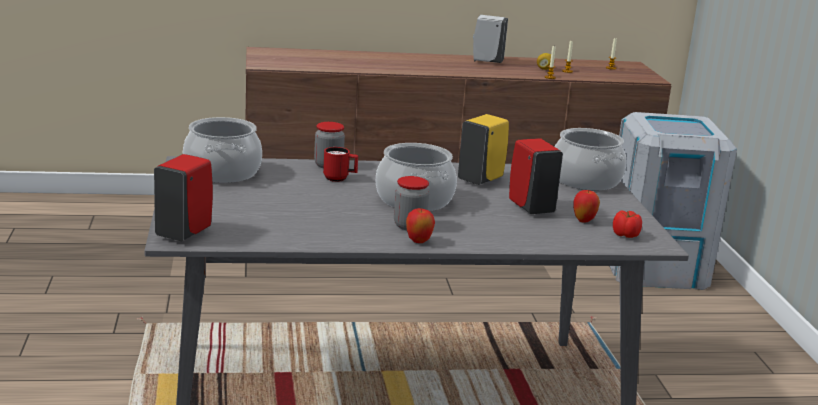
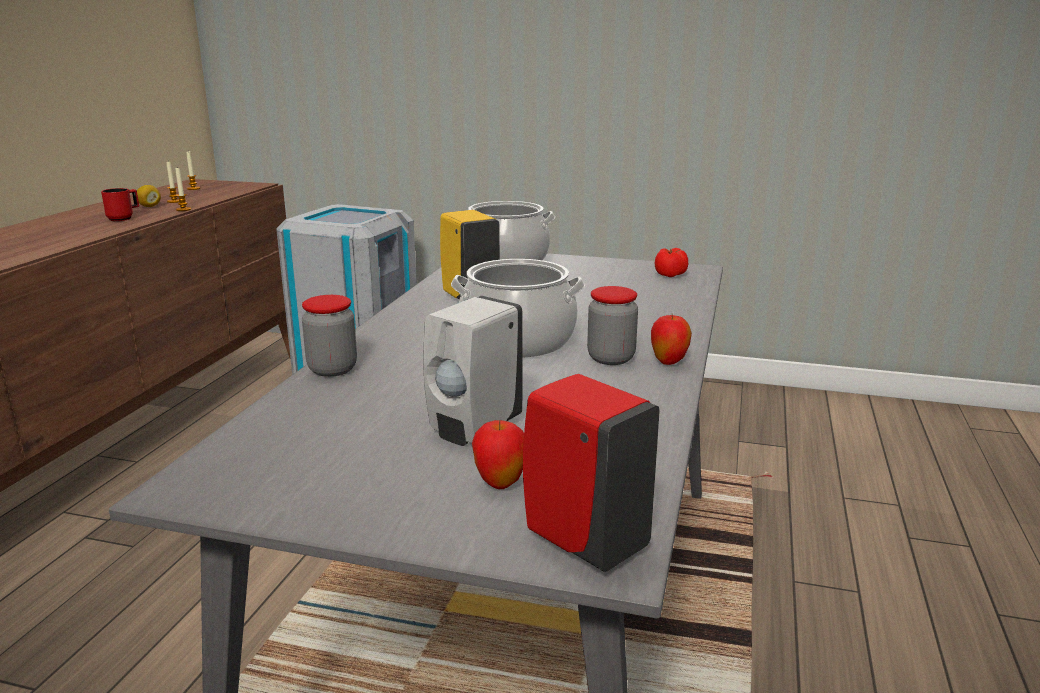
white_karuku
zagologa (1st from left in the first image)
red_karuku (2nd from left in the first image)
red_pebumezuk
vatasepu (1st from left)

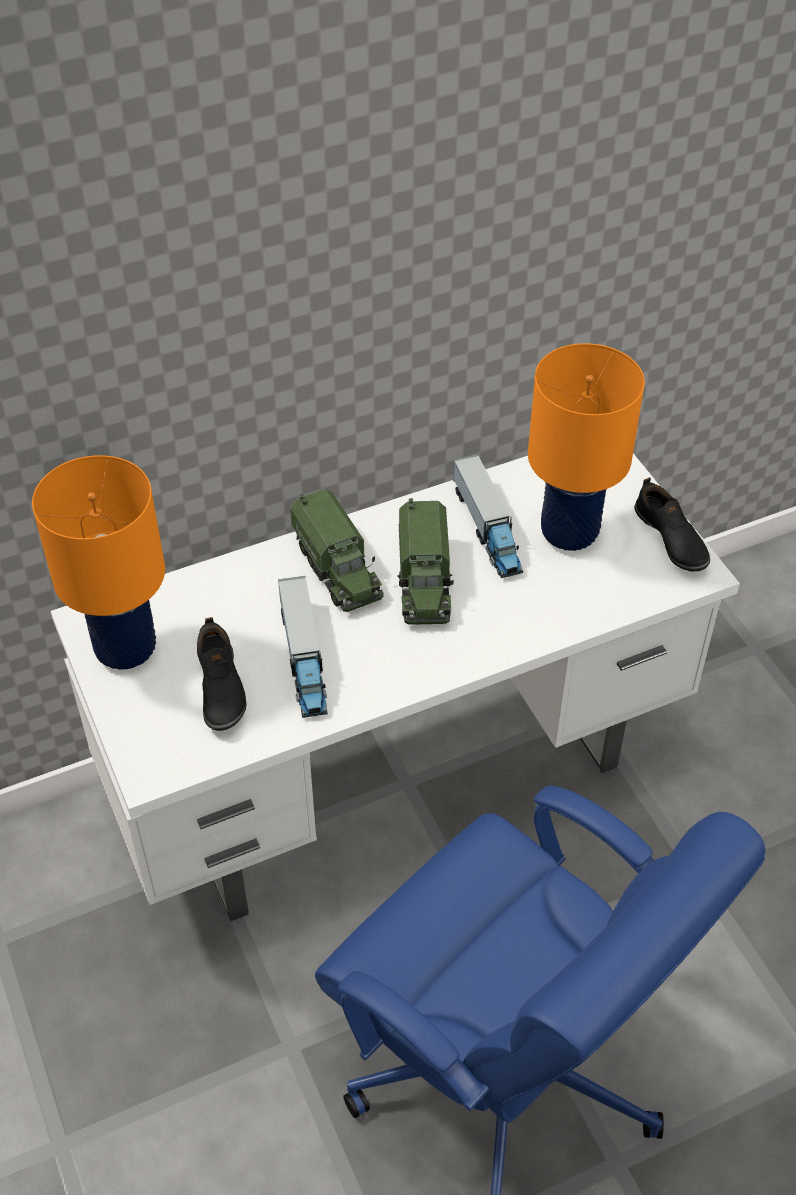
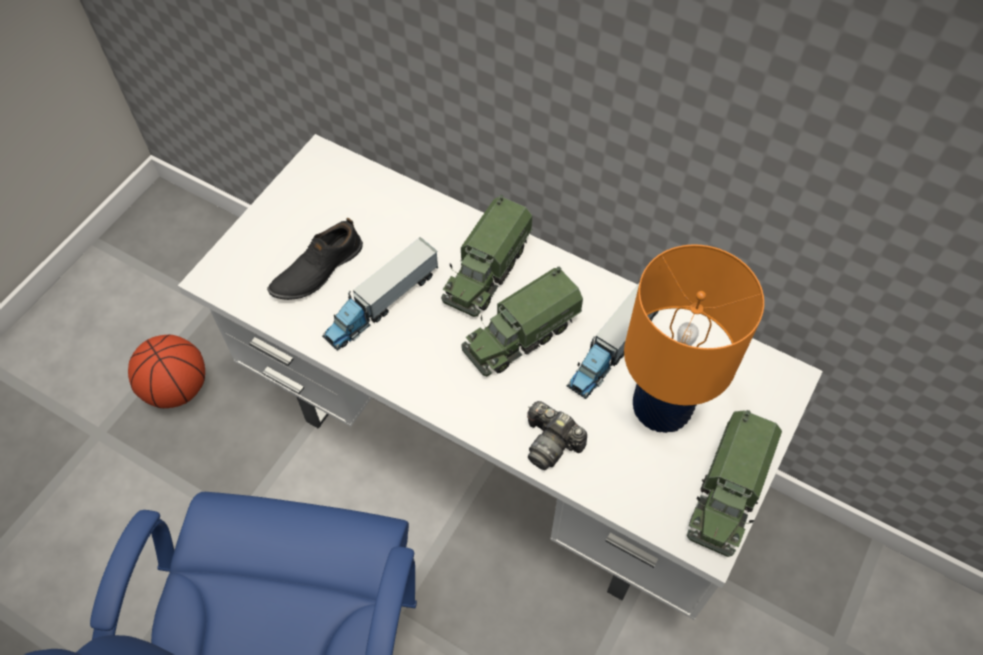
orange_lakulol (1st from left in the first image)
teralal (5th from left)
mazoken
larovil

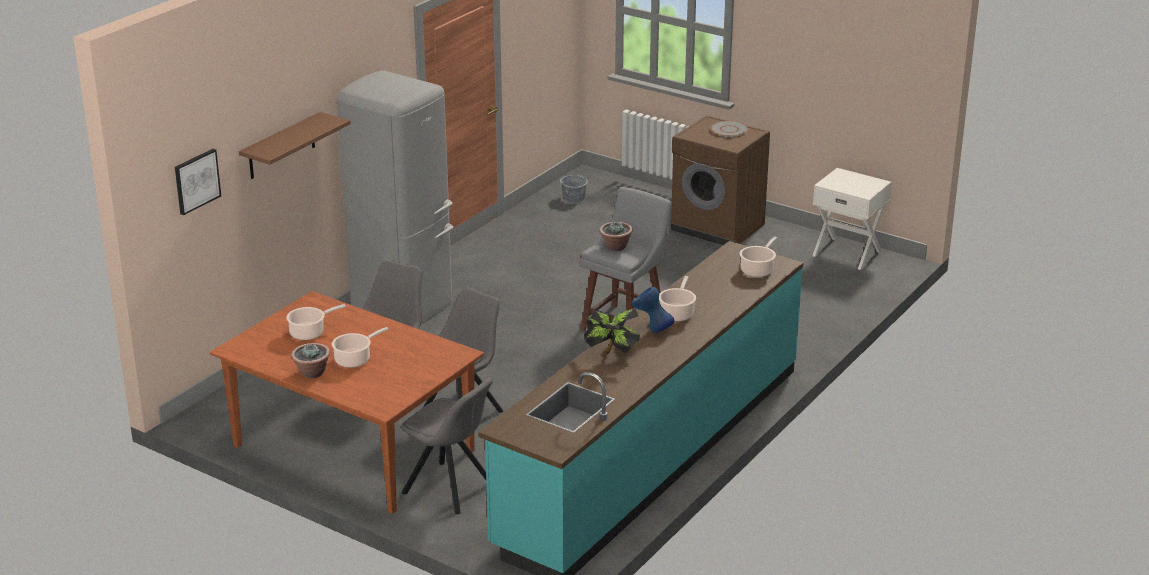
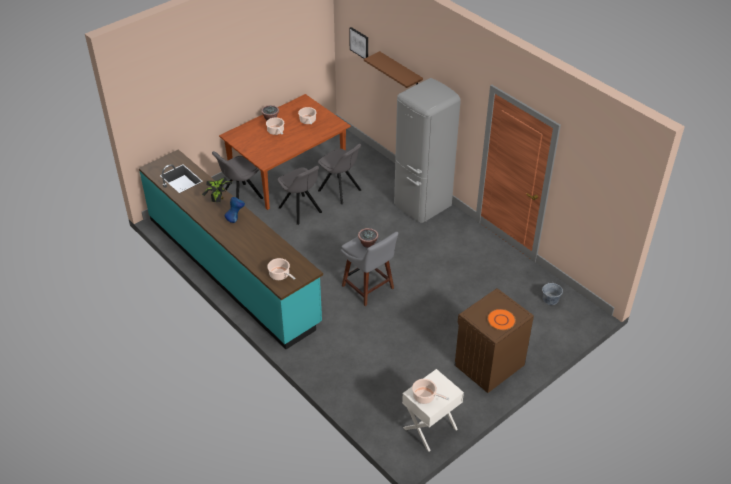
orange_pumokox
zagologa (4th from left)

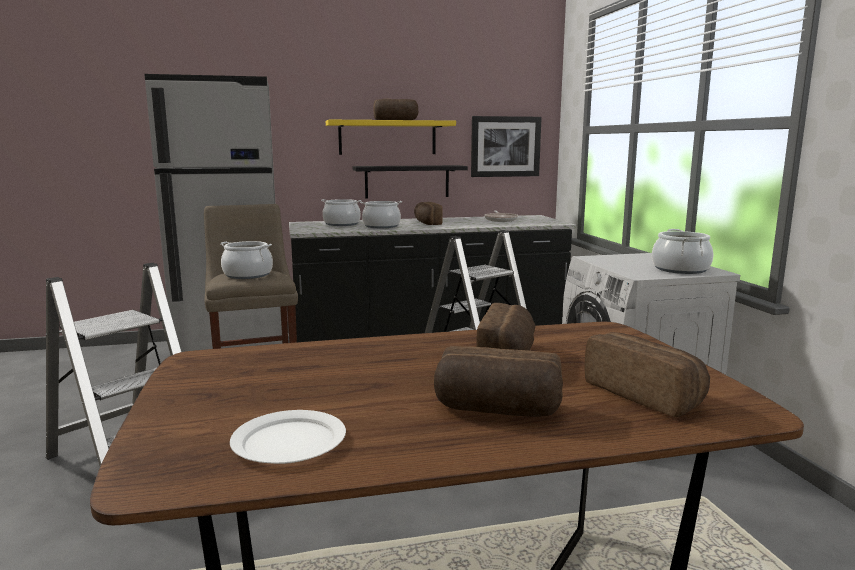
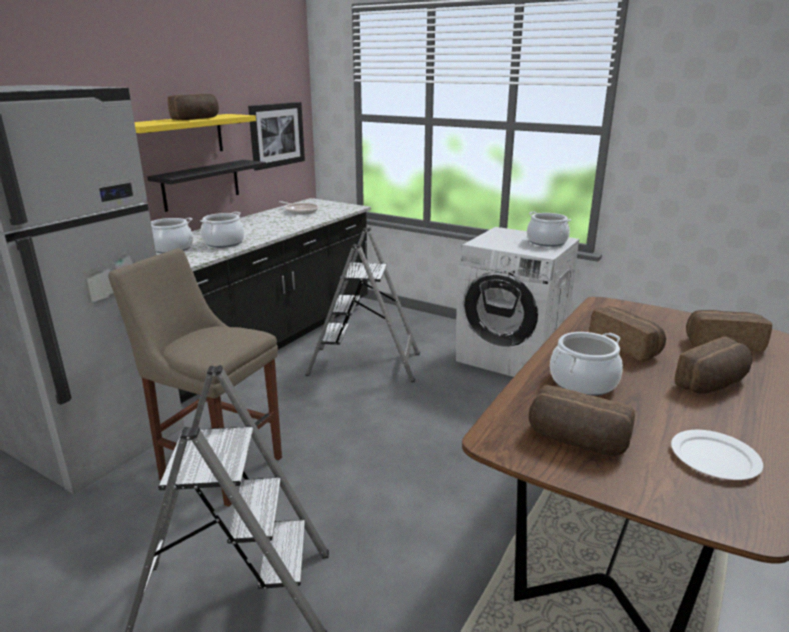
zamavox (2nd from left)
zagologa (4th from left)

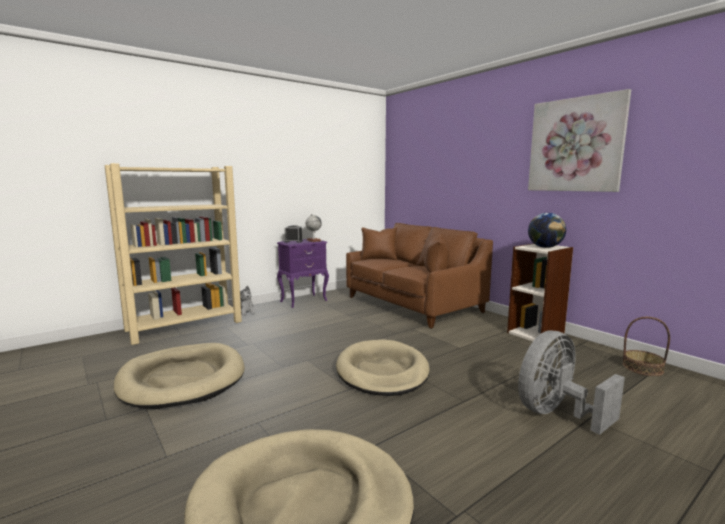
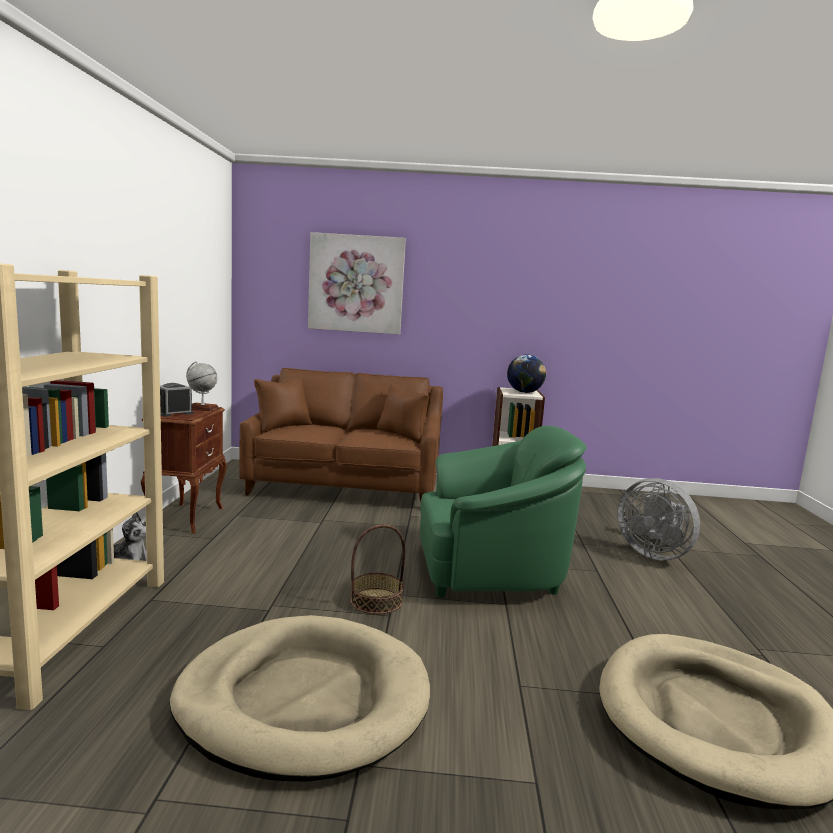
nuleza
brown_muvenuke
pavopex
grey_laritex
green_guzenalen

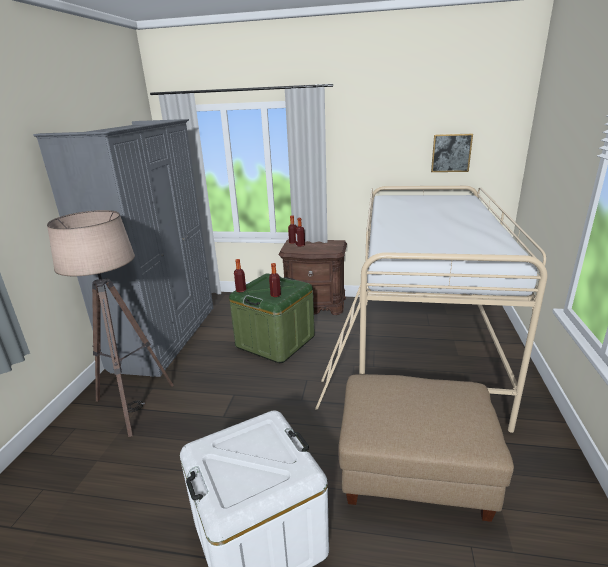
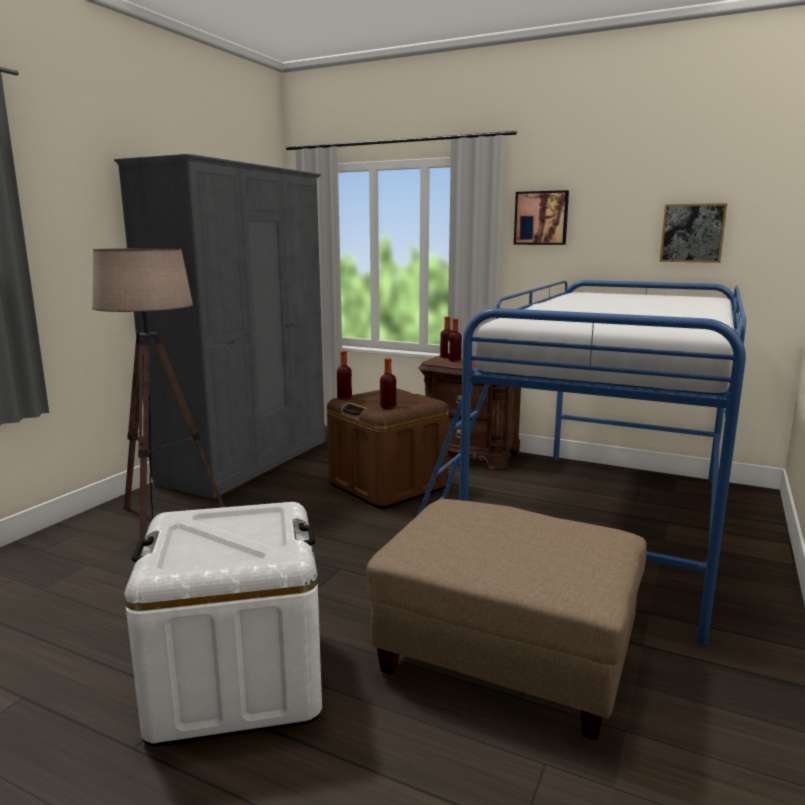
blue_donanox
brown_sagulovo
nuleza (1st from left)

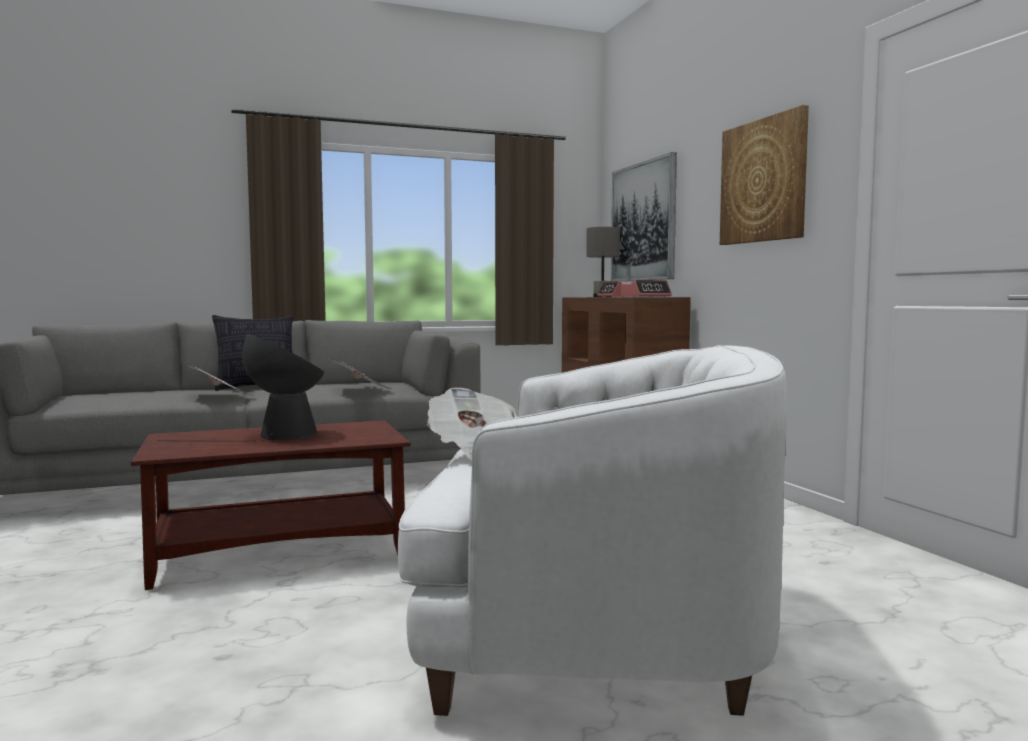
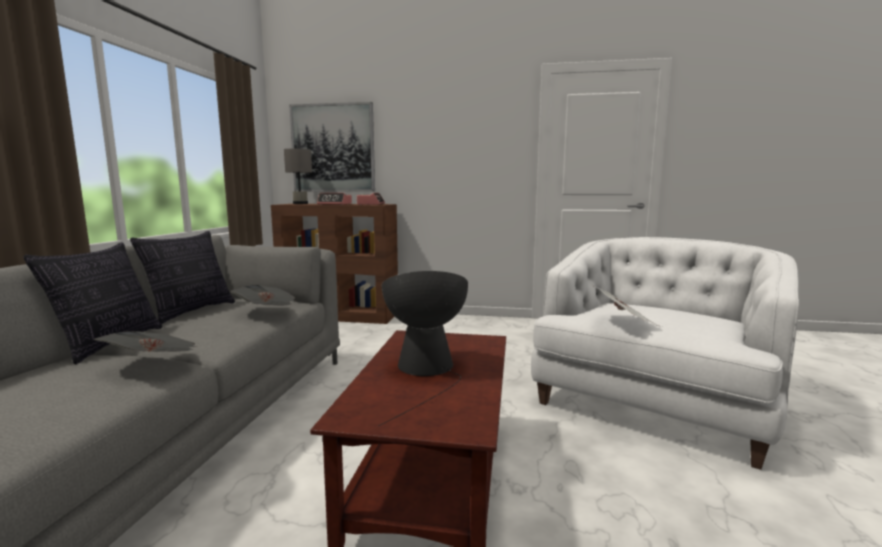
nuleza (2nd from left in the first image)
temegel (2nd from left)

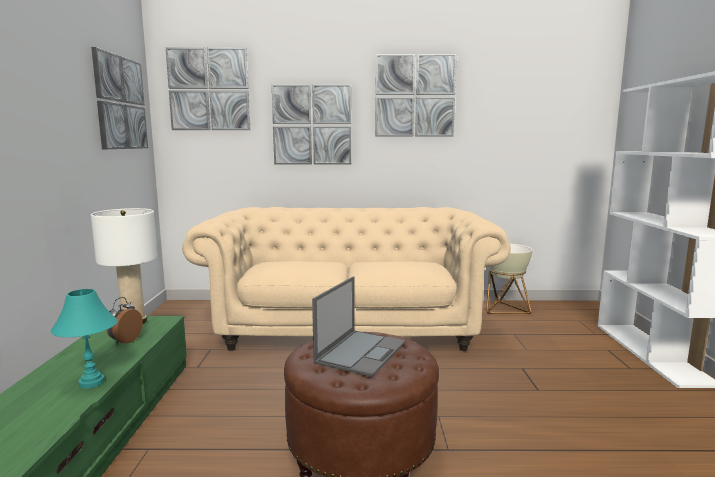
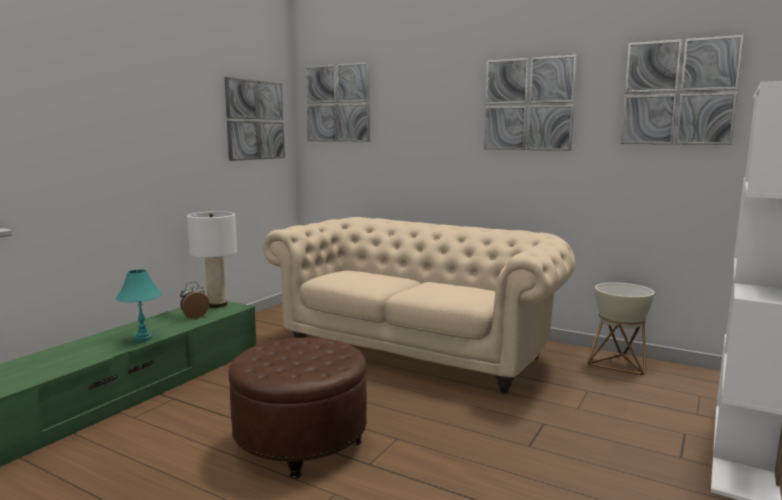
nuleza (4th from left)
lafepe

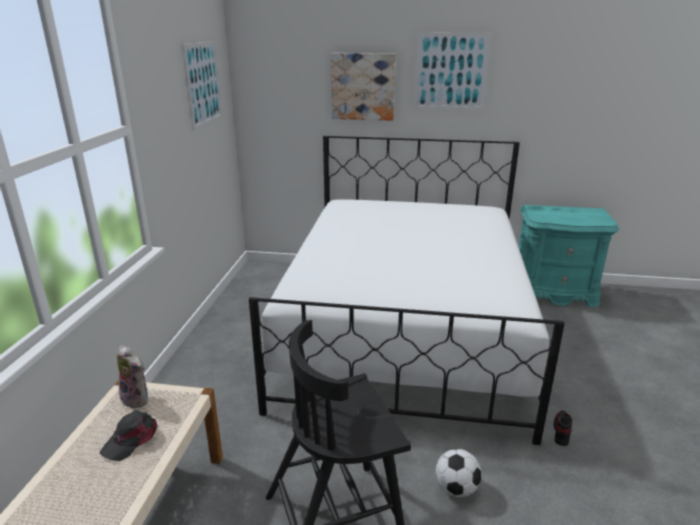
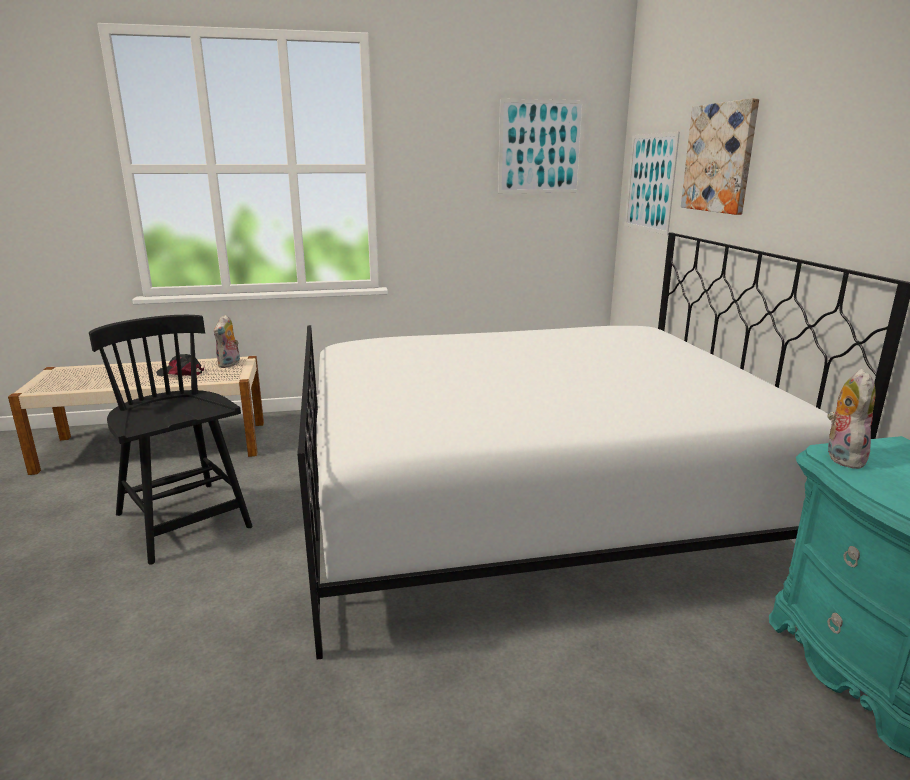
nuleza (2nd from left)
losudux
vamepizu
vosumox (2nd from left)

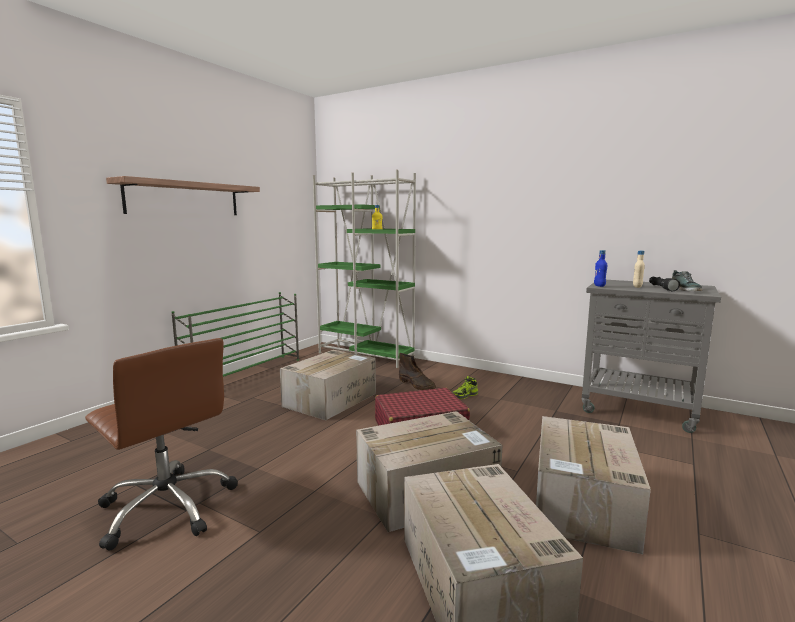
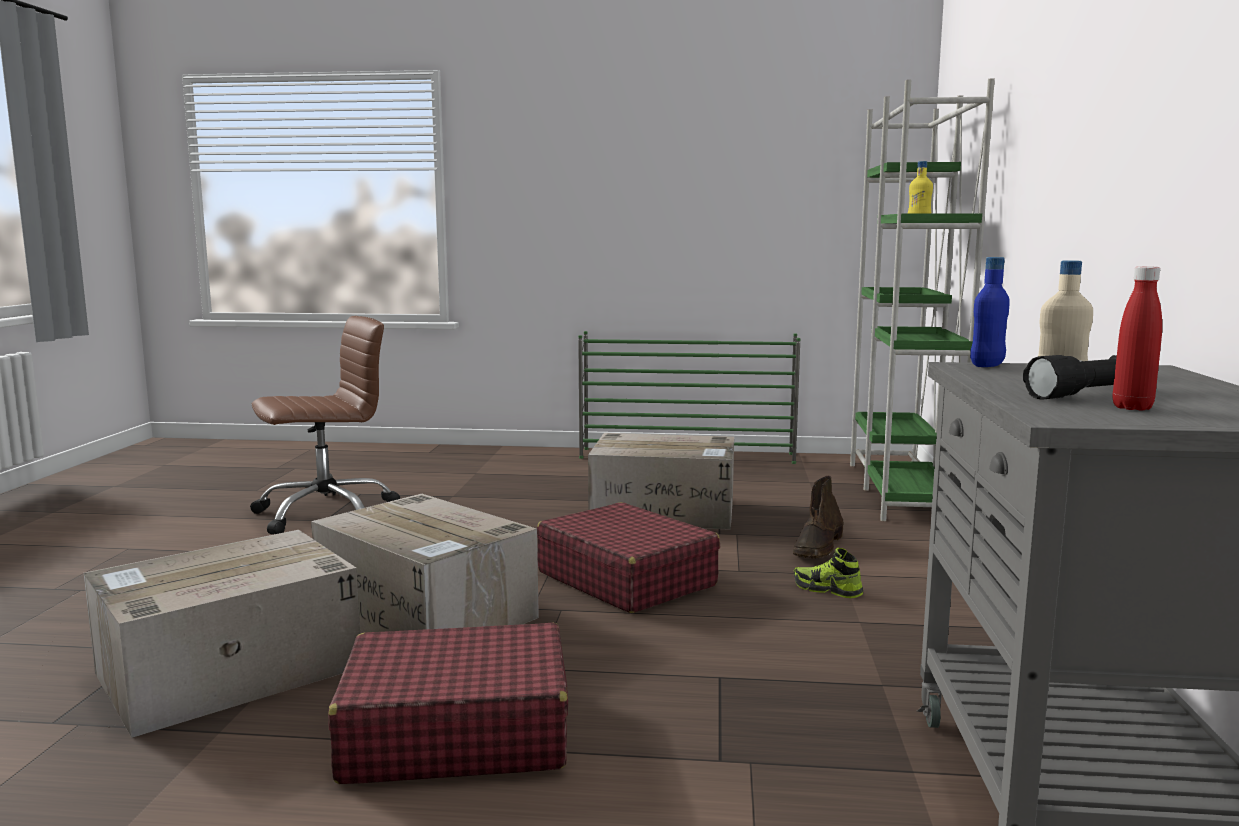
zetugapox
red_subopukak
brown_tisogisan
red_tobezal (1st from left)

